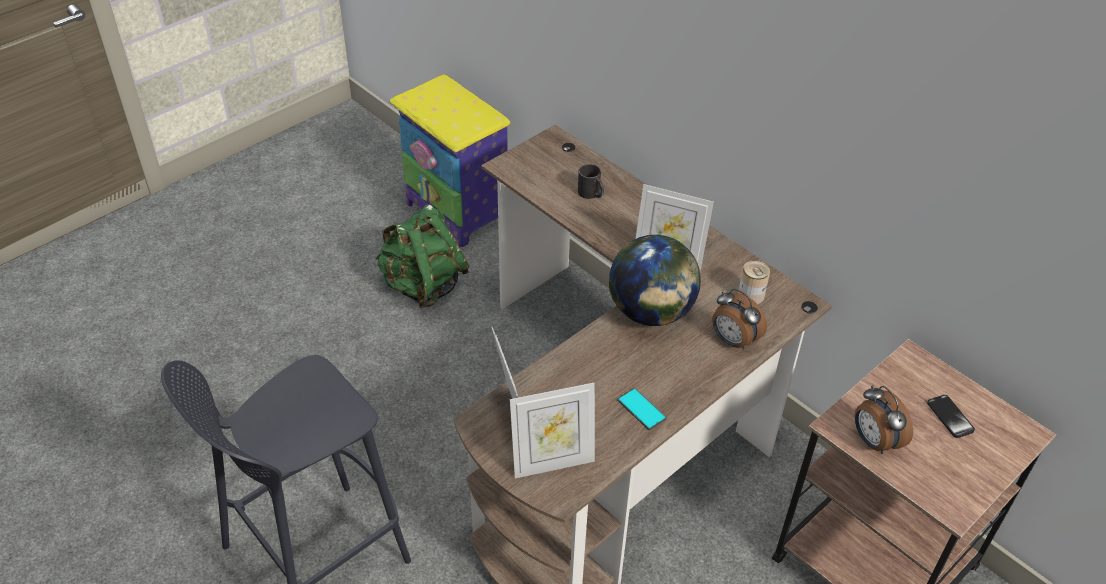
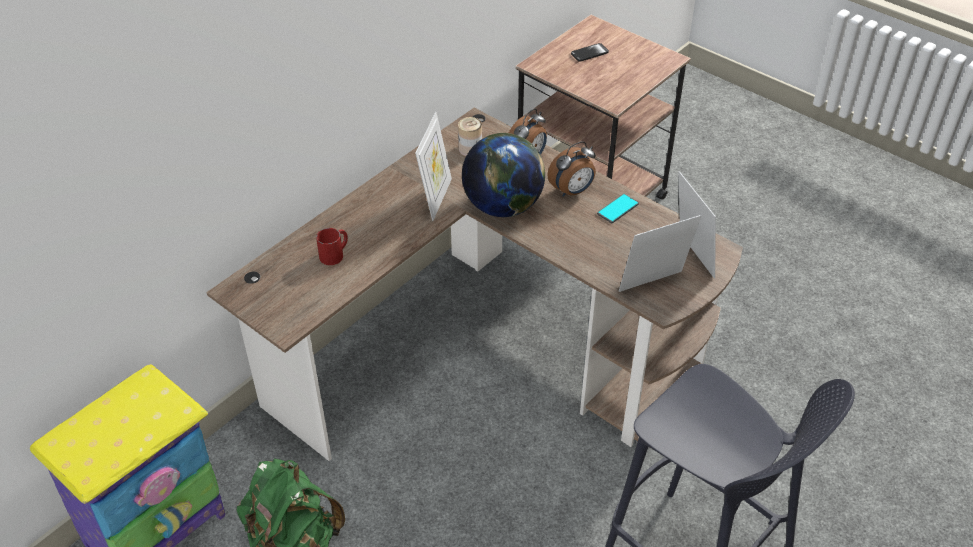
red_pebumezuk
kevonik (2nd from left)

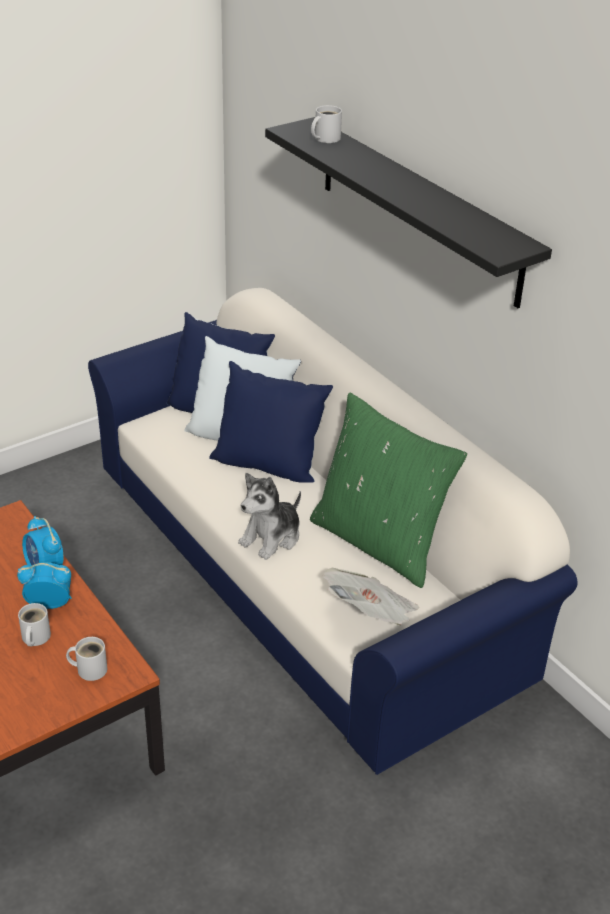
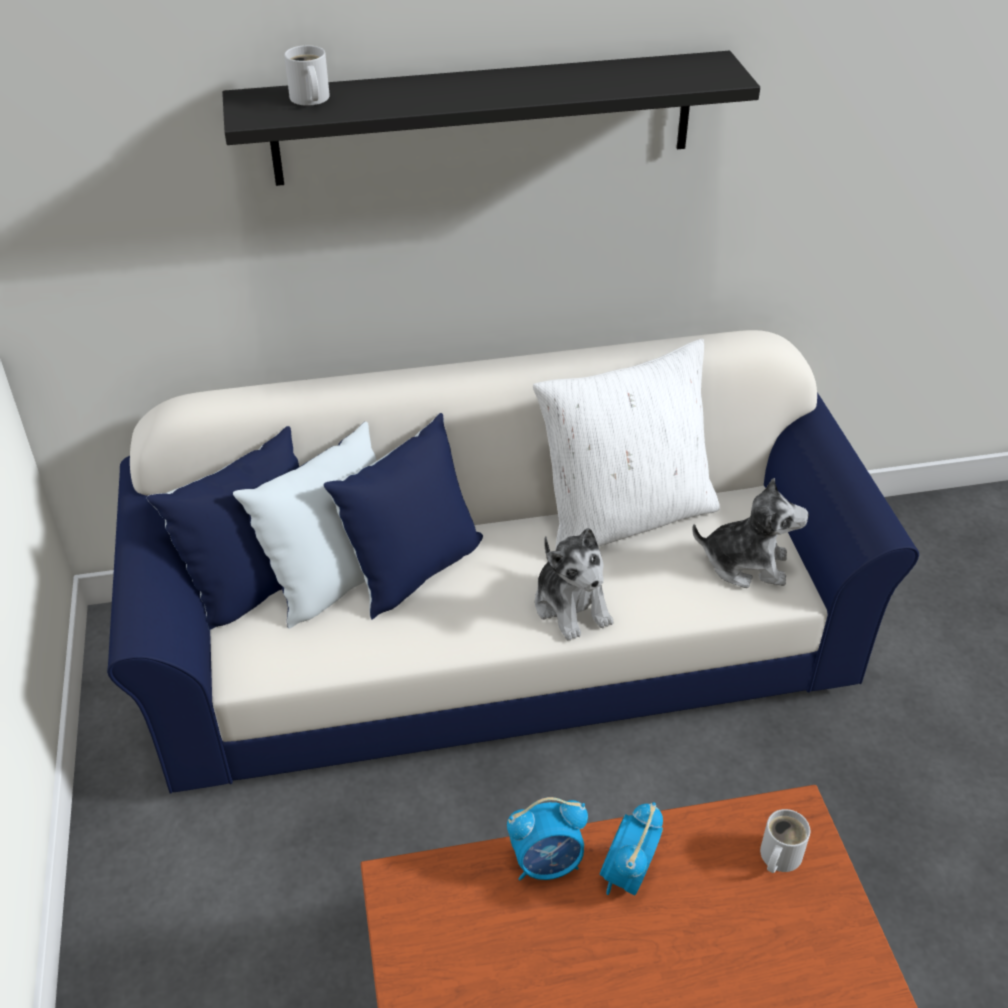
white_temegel
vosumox (2nd from left)
white_pebumezuk (1st from left in the first image)

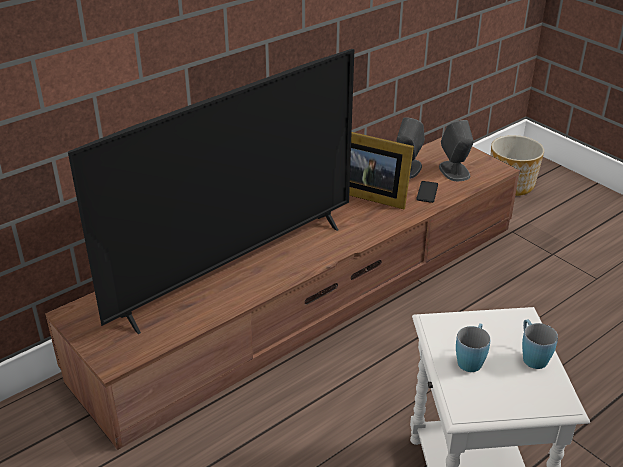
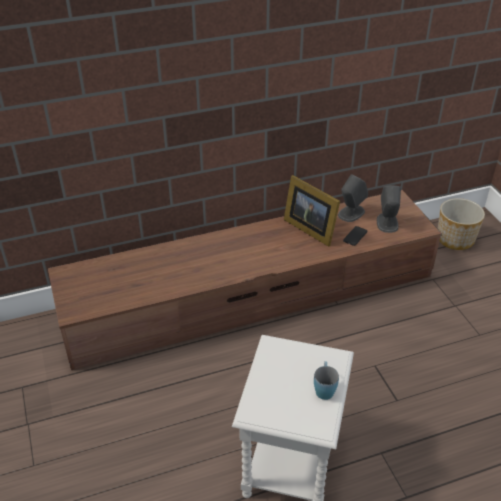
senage
blue_pebumezuk (1st from left in the first image)

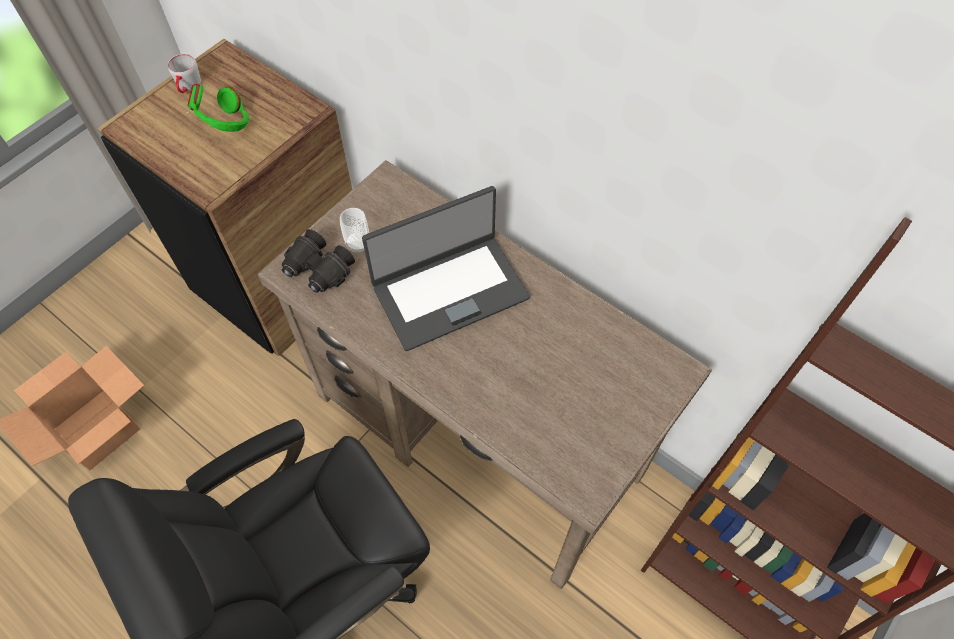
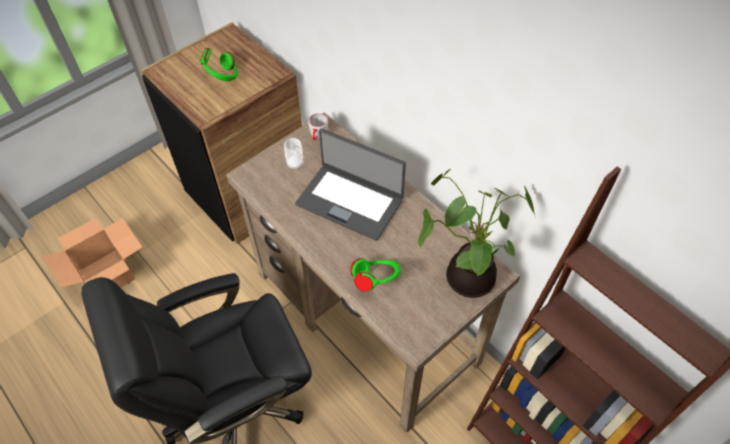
grey_pebumezuk
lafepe
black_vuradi
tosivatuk
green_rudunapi (2nd from left)

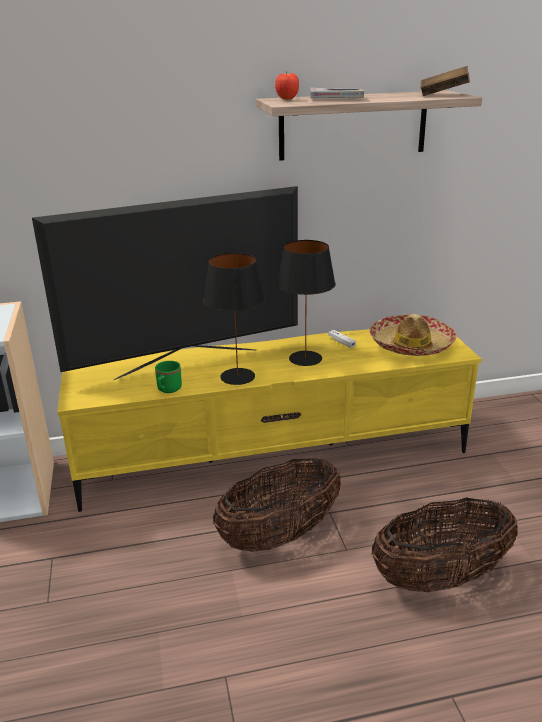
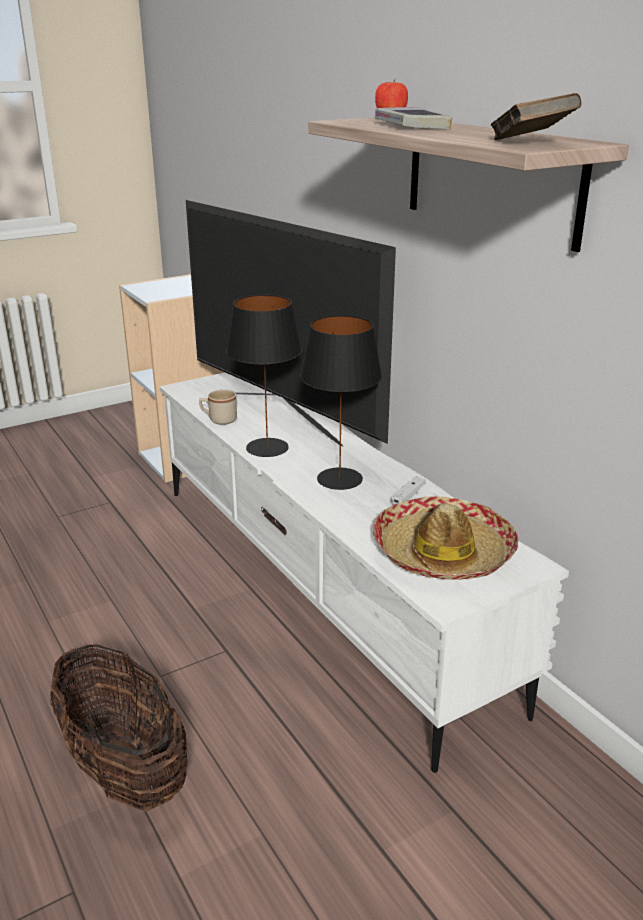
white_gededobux
beige_pebumezuk
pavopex (1st from left in the first image)

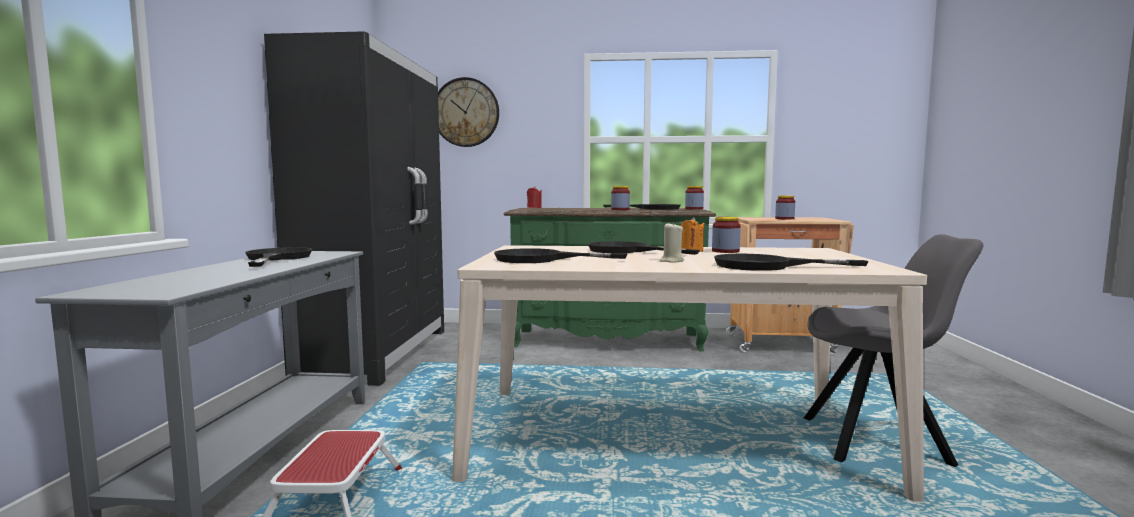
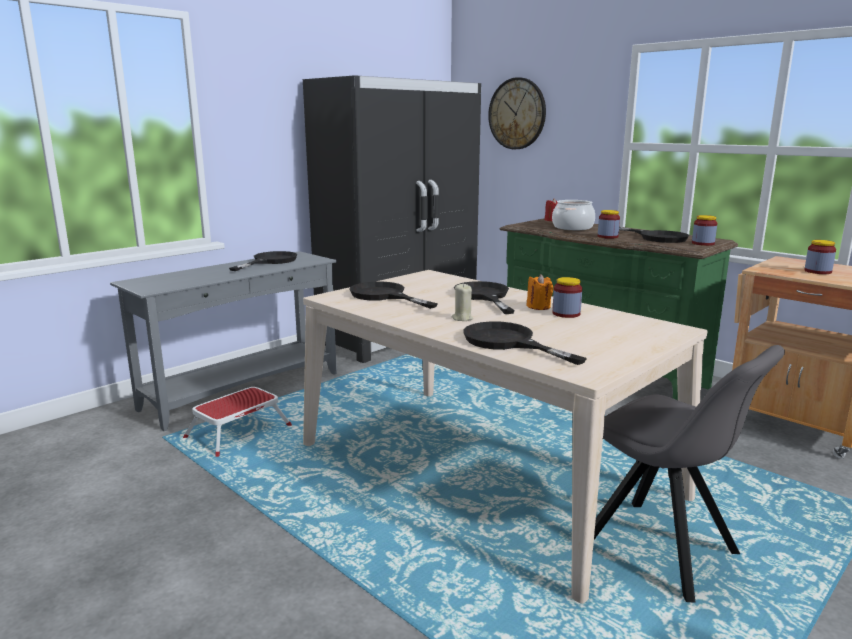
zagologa

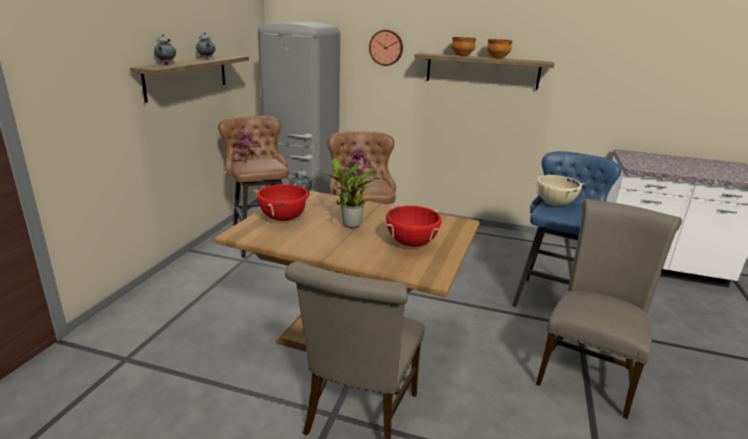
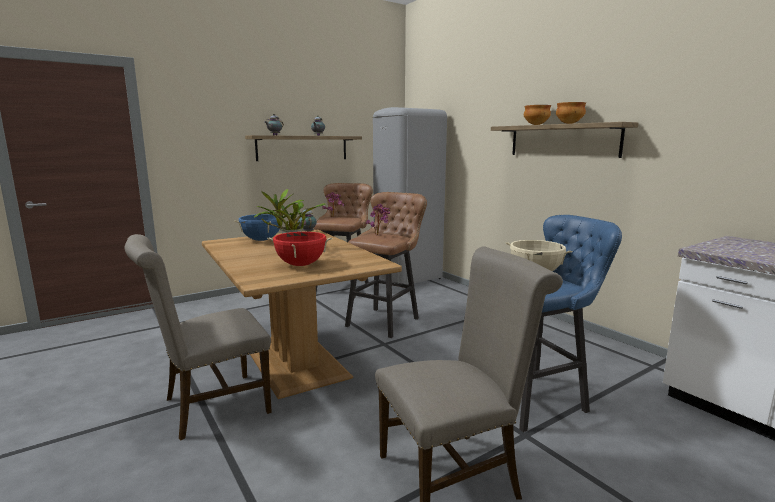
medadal
blue_zagologa

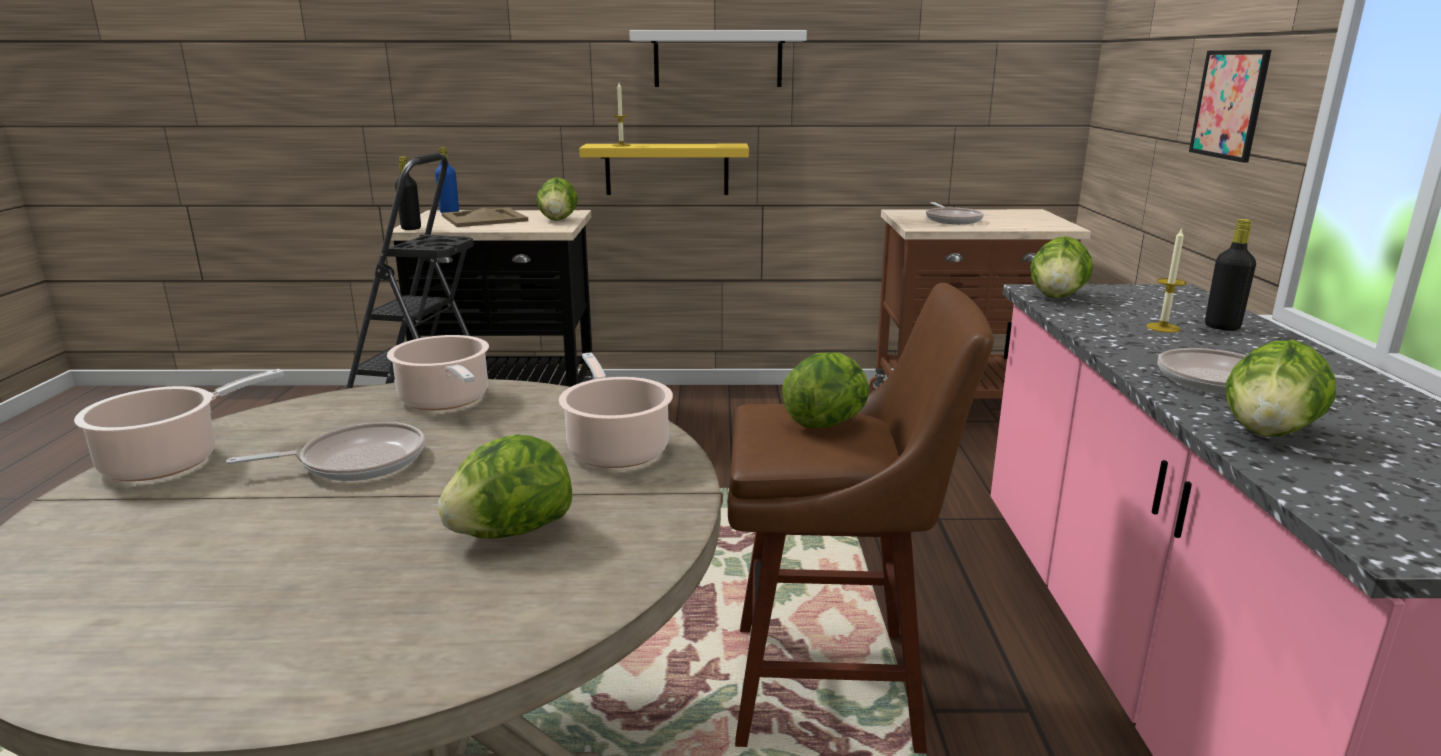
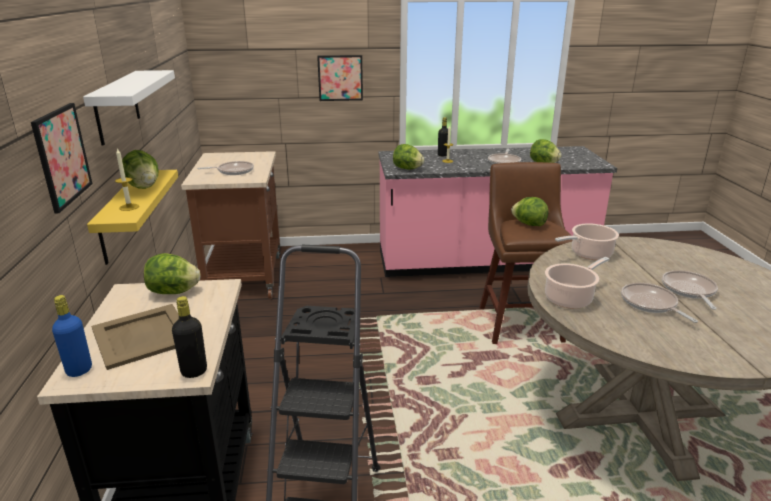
zagologa (1st from left in the first image)
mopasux (1st from left)
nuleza (1st from left)
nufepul (4th from left)

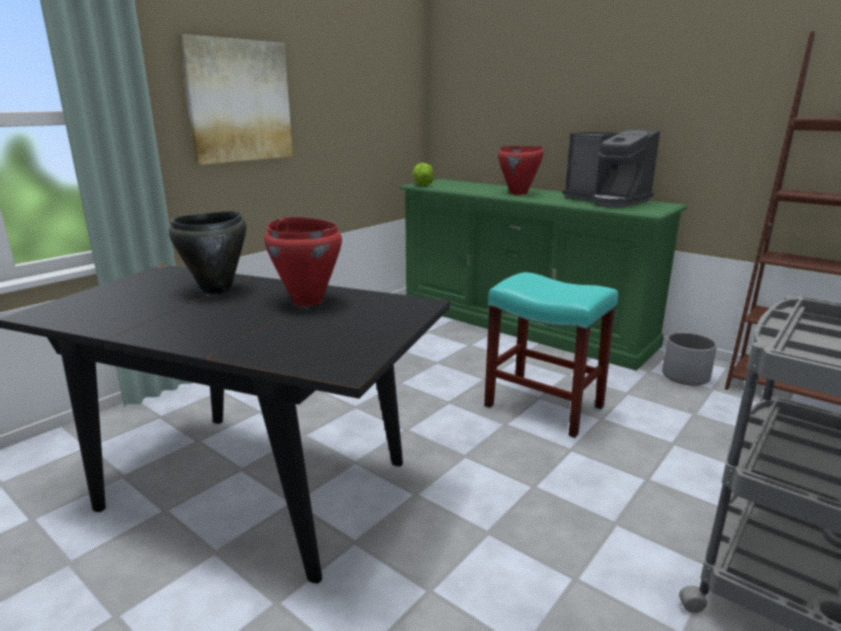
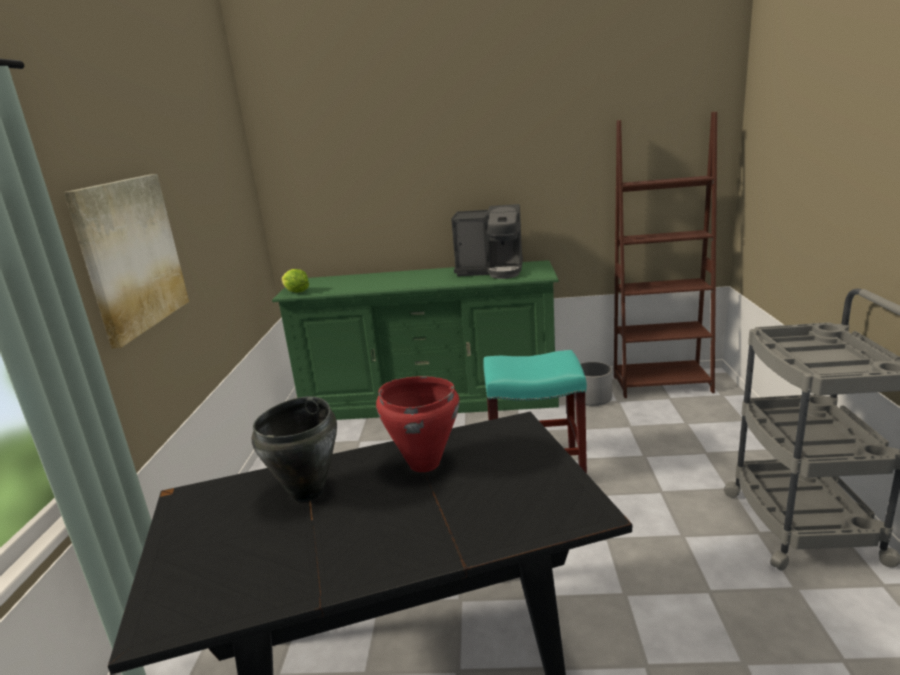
red_zagologa (2nd from left in the first image)

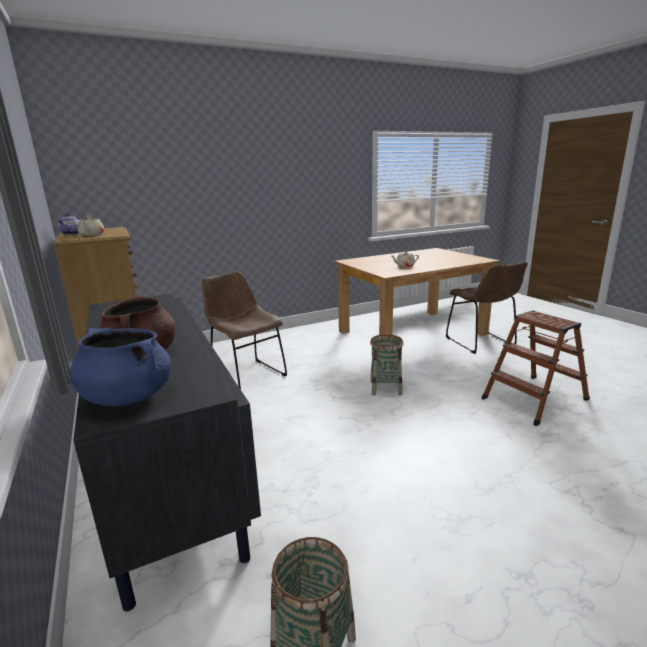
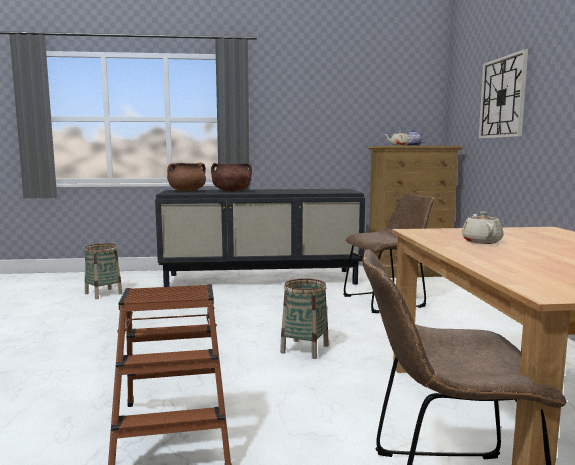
brown_zagologa (1st from left)
medadal

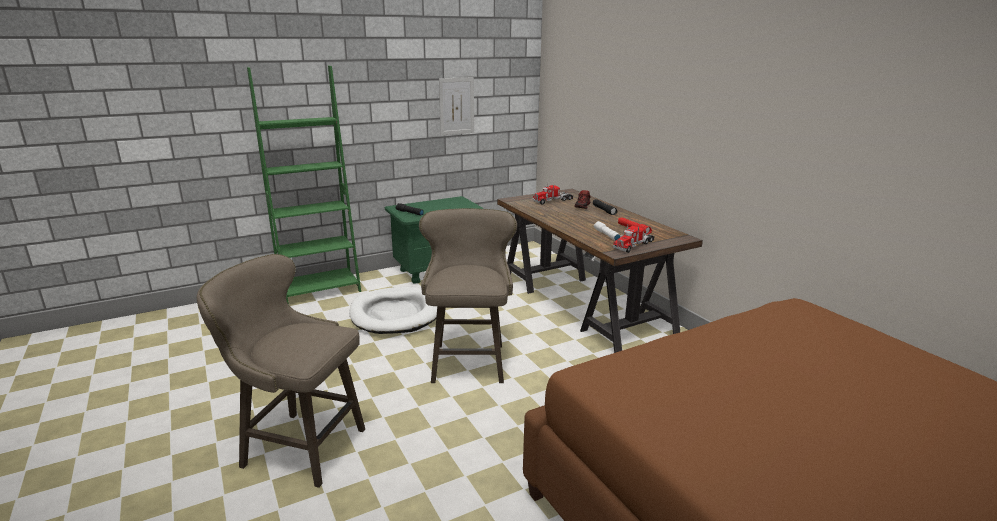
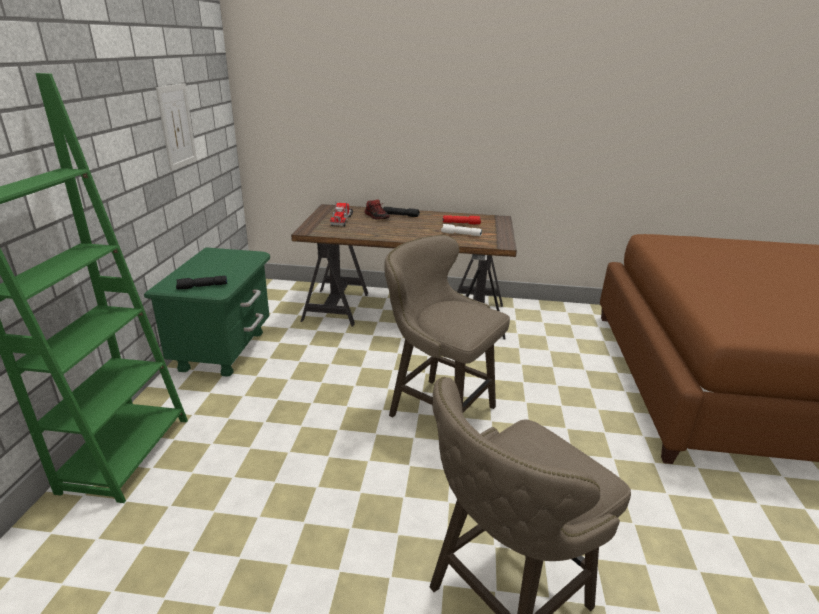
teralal (2nd from left in the first image)
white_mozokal

